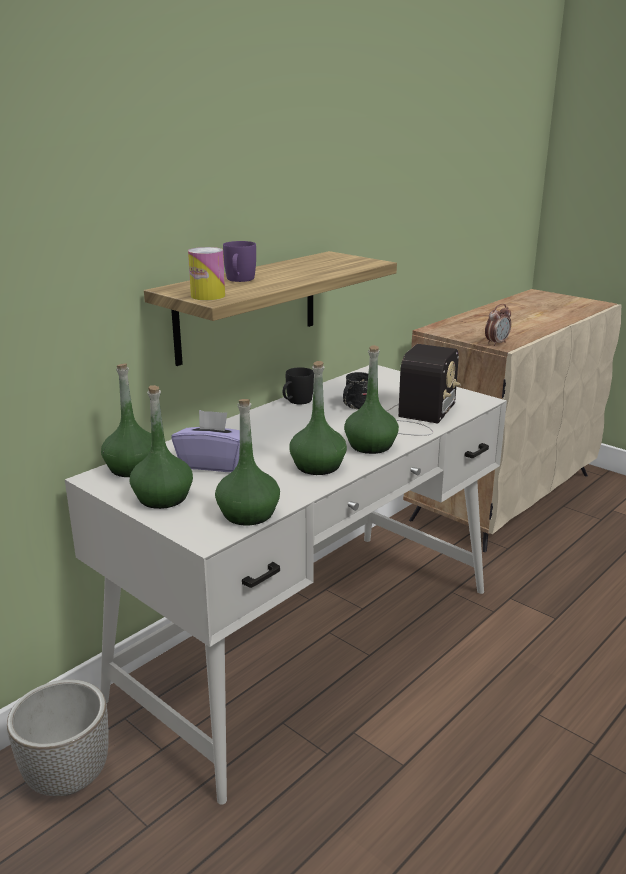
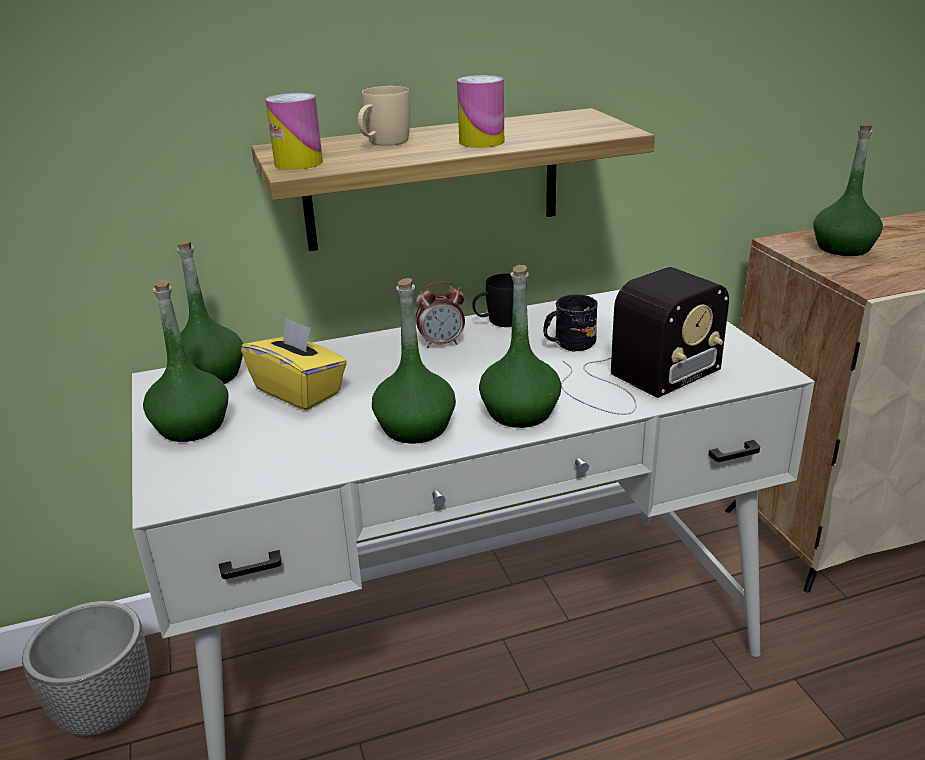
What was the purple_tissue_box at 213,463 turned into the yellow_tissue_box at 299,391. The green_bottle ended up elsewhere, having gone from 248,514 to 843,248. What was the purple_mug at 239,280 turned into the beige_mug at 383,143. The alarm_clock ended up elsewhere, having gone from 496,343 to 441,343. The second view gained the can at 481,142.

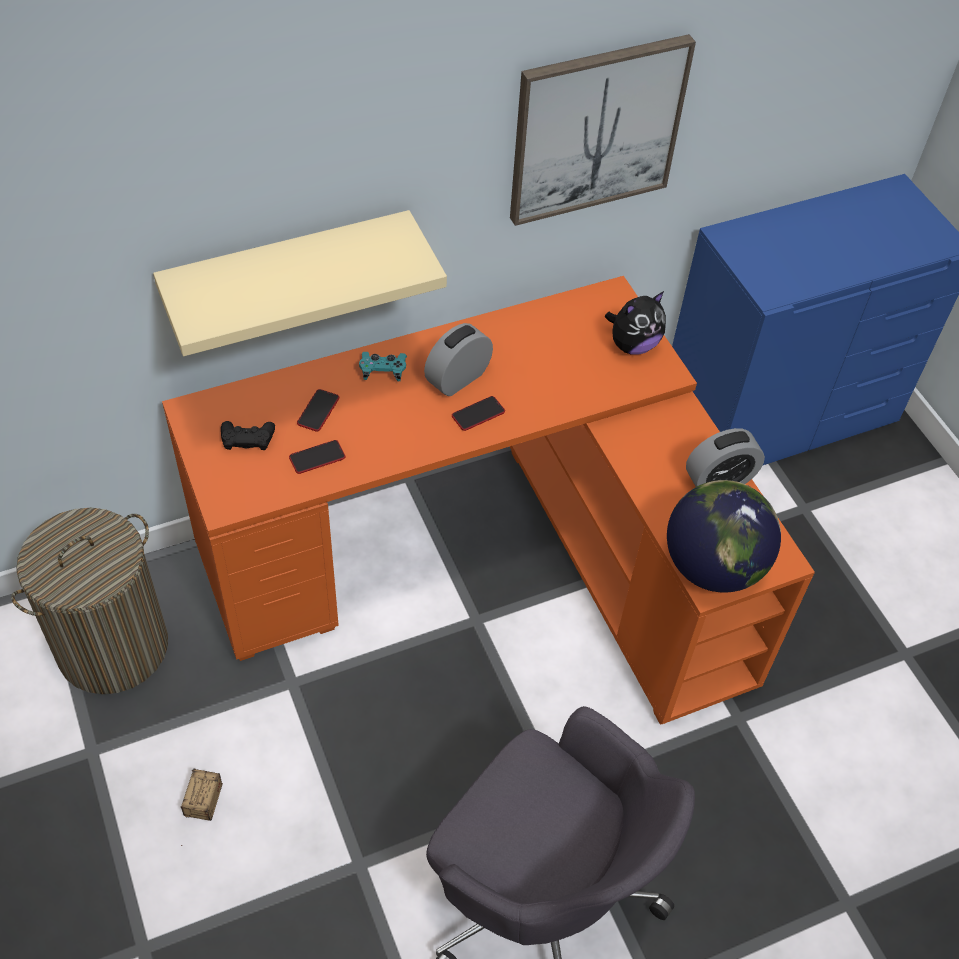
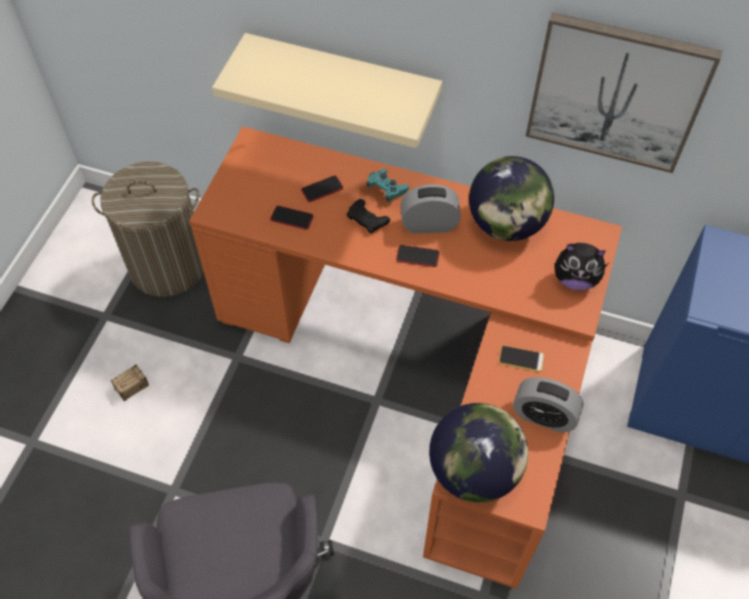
The black_game_controller ended up elsewhere, having gone from 247,438 to 367,219. The second view gained the globe at 506,224. The second view gained the phone at 521,359.

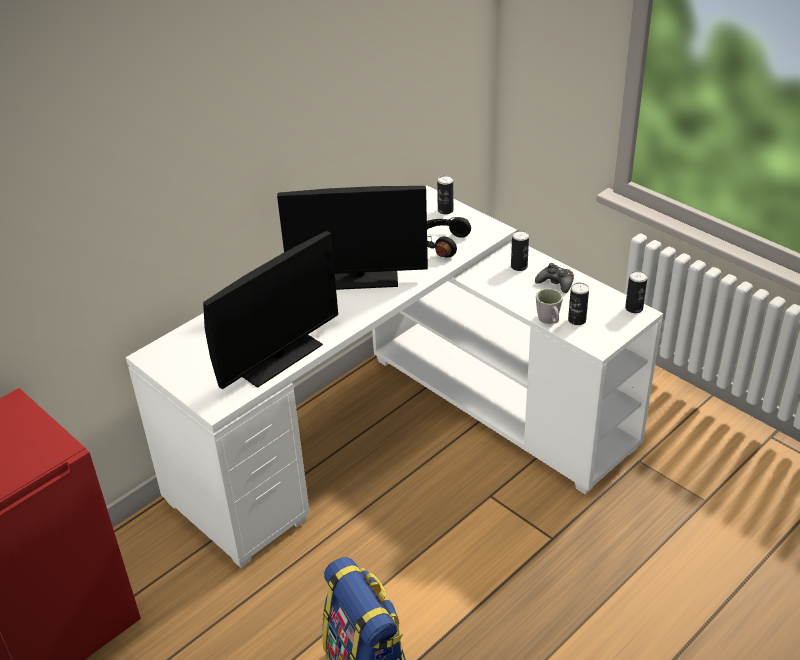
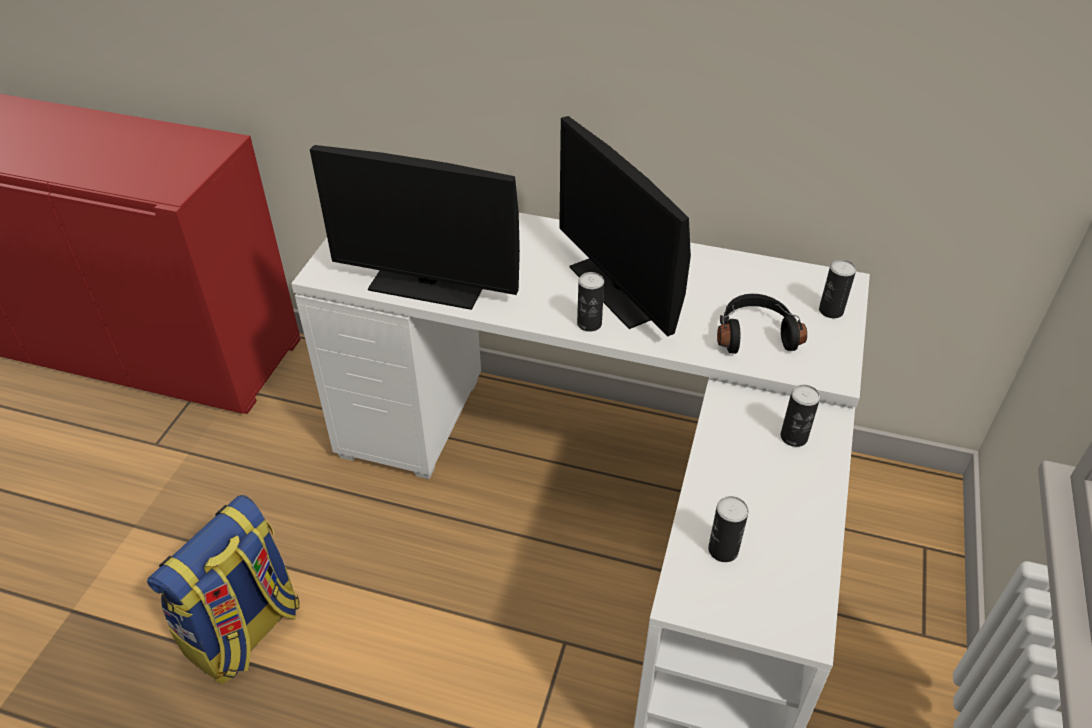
The second view lost the black_game_controller at 556,283. The second view lost the grey_mug at 549,320. The can ended up elsewhere, having gone from 634,308 to 589,323.

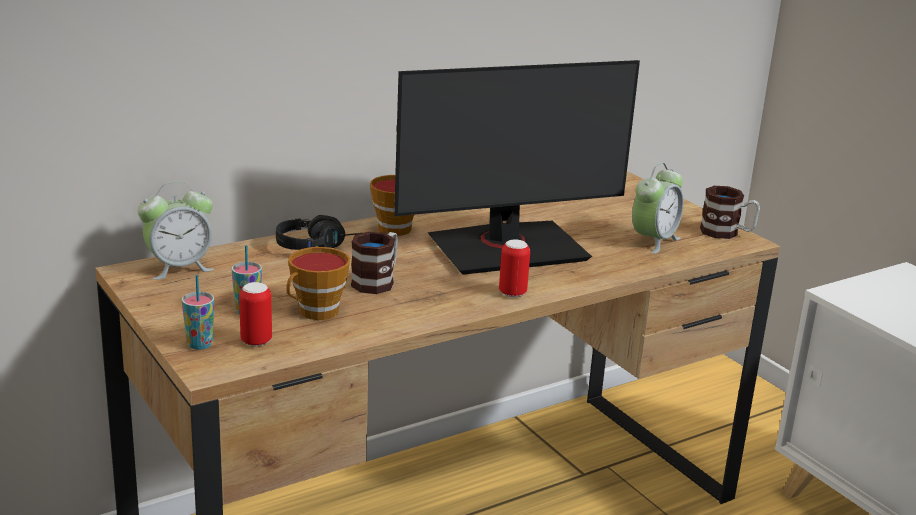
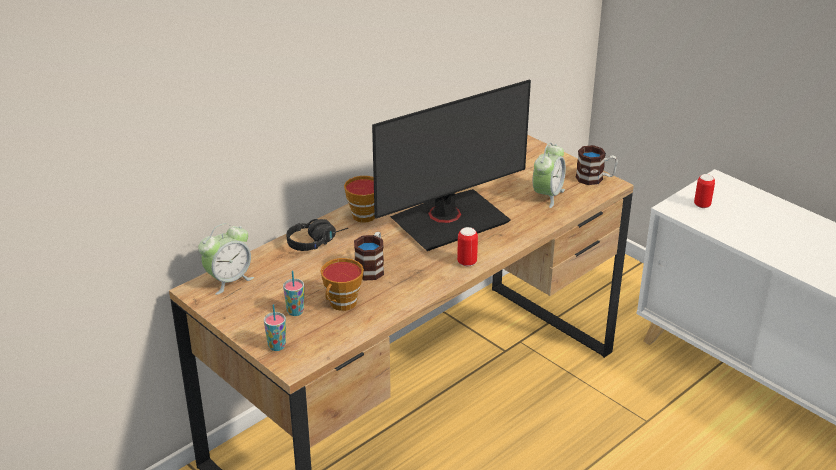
The can ended up elsewhere, having gone from 256,341 to 702,205.

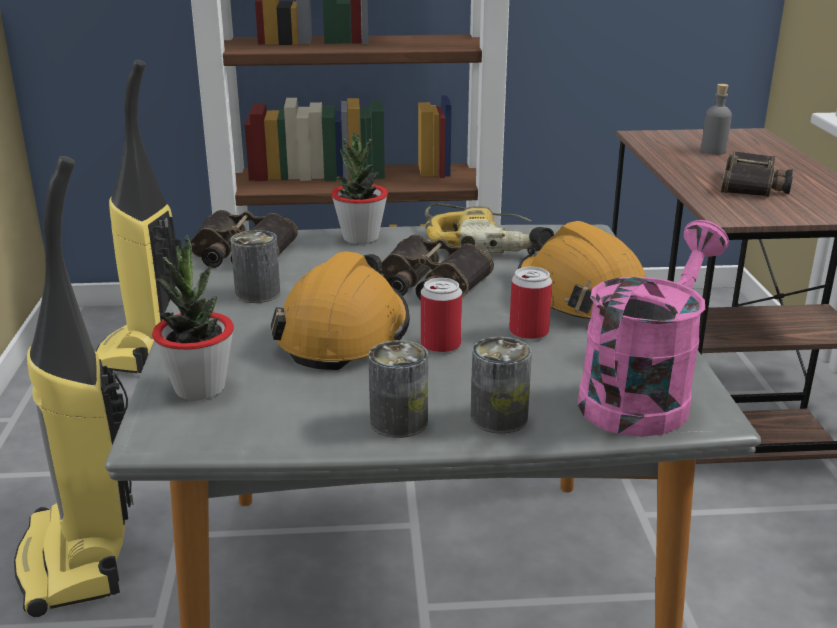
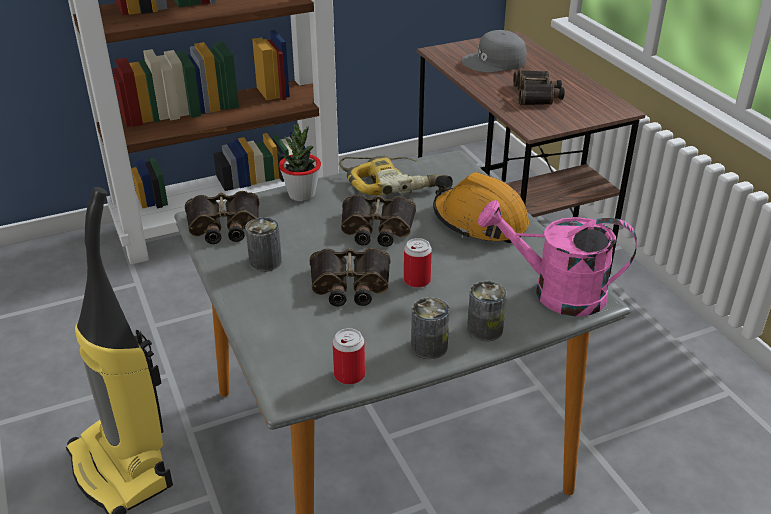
The second view lost the vacuum_cleaner at 143,350. The second view lost the potted_plant at 199,388. Where the orange_hard_hat stood at 344,334, the binoculars came to stand at 349,285. The can ended up elsewhere, having gone from 528,332 to 349,375. The pink_watering_can at 642,395 ended up facing another way, 90 degrees counterclockwise from before. Where the grey_bottle stood at 713,151, the grey_cap came to stand at 494,62.

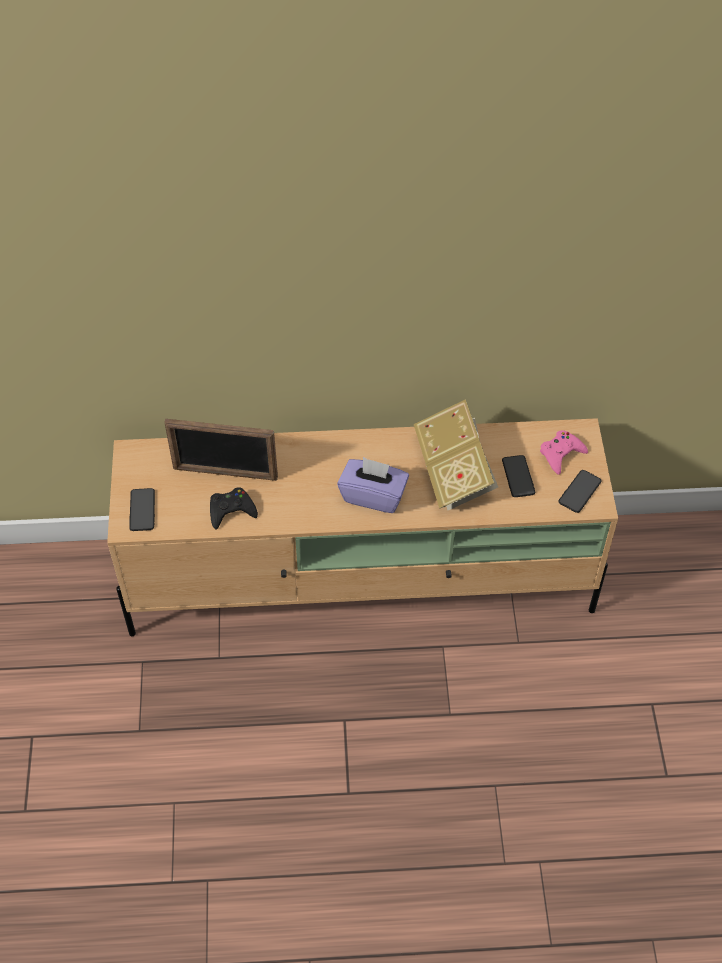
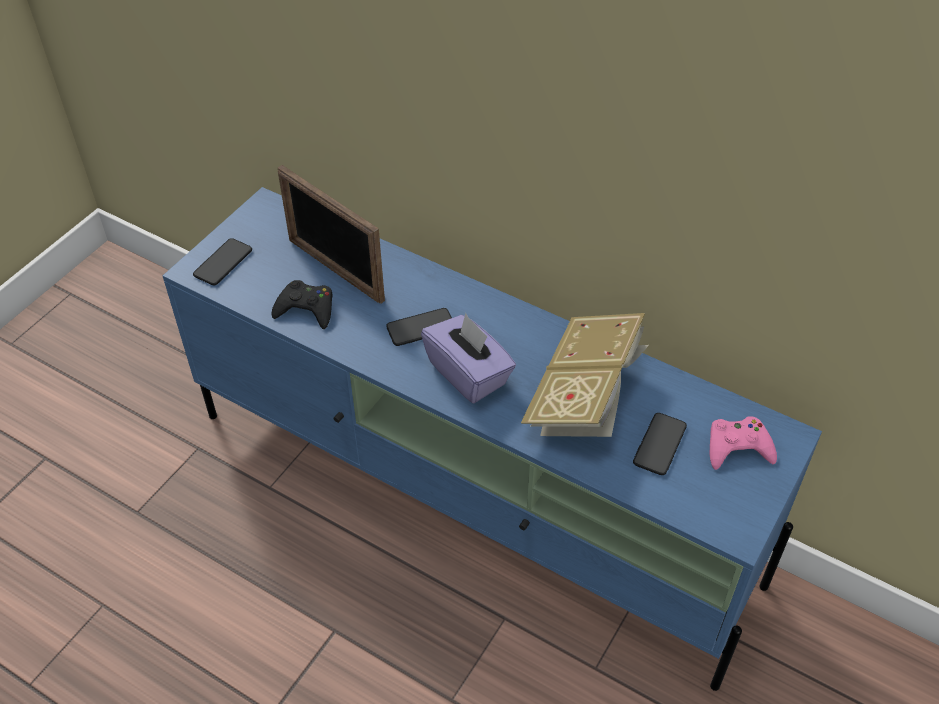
What was the beige_tv_stand at 363,583 turned into the blue_tv_stand at 474,499. The phone ended up elsewhere, having gone from 579,492 to 421,328.

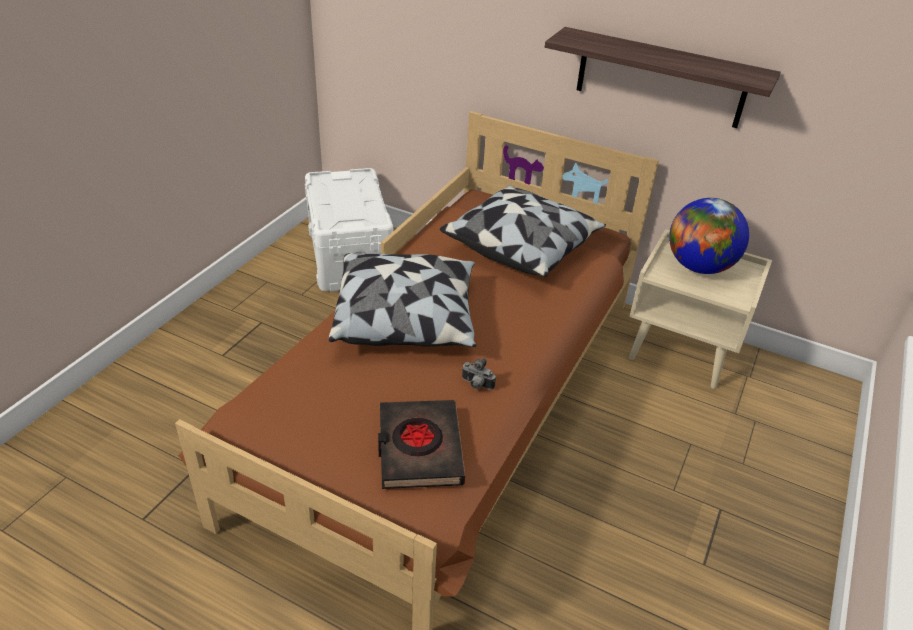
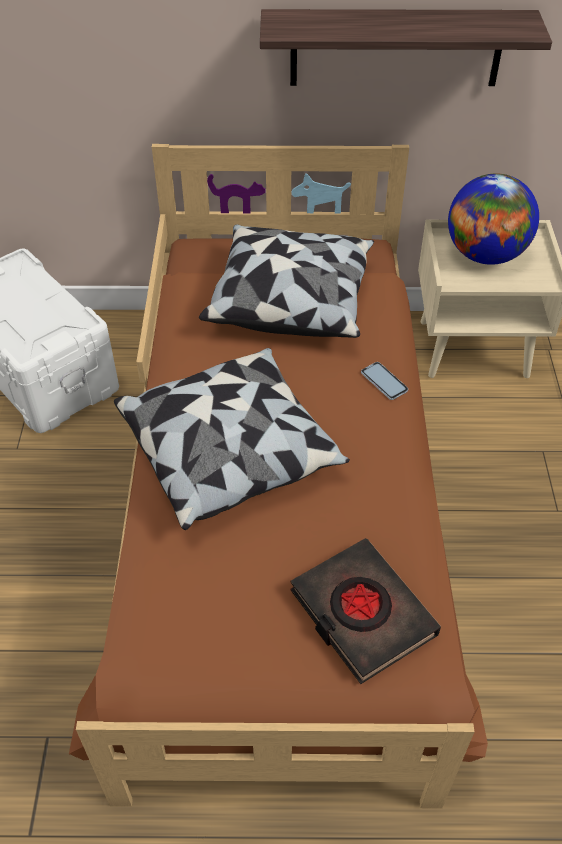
The second view lost the photo_camera at 476,385. The second view gained the phone at 384,381.

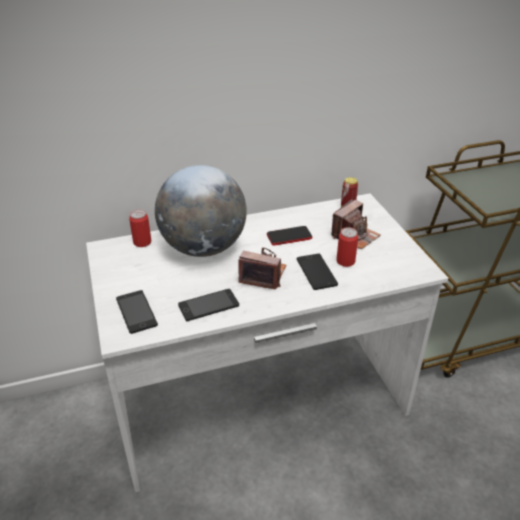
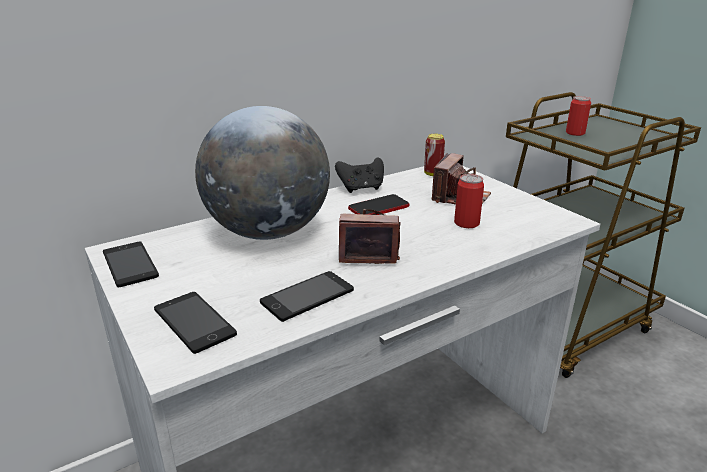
The can ended up elsewhere, having gone from 142,242 to 575,133. The phone ended up elsewhere, having gone from 316,272 to 130,264. The second view gained the black_game_controller at 361,188.

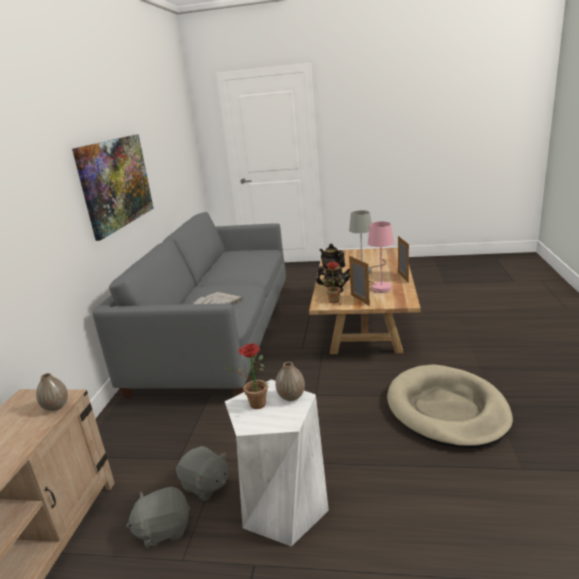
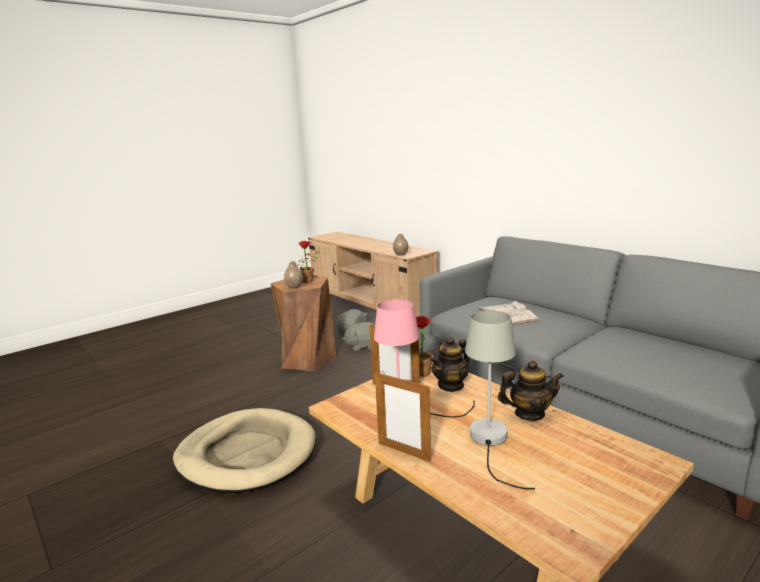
The second view lost the picture at 116,183. What was the white_stool at 283,508 turned into the brown_stool at 307,359.

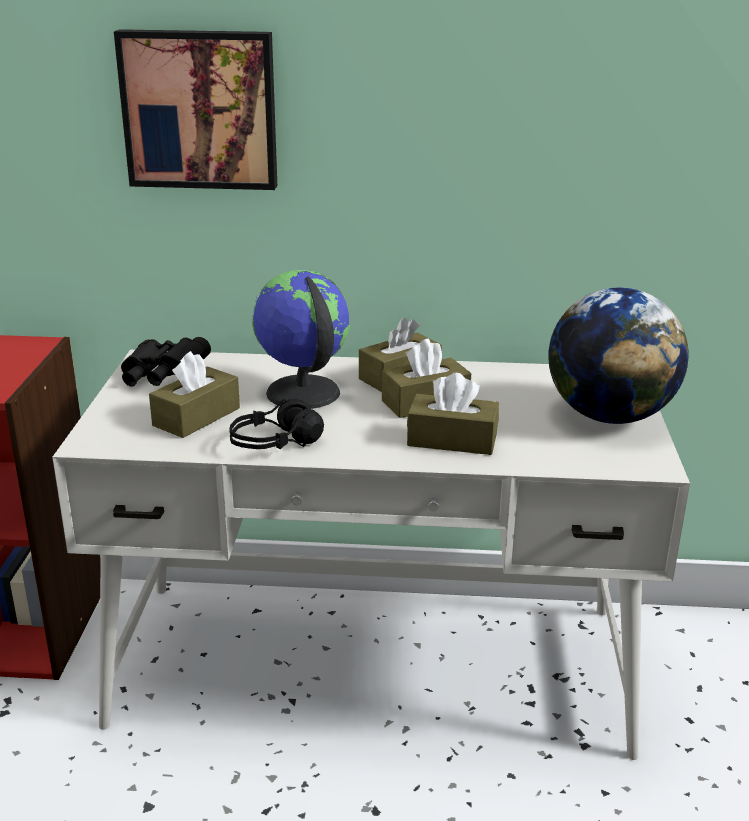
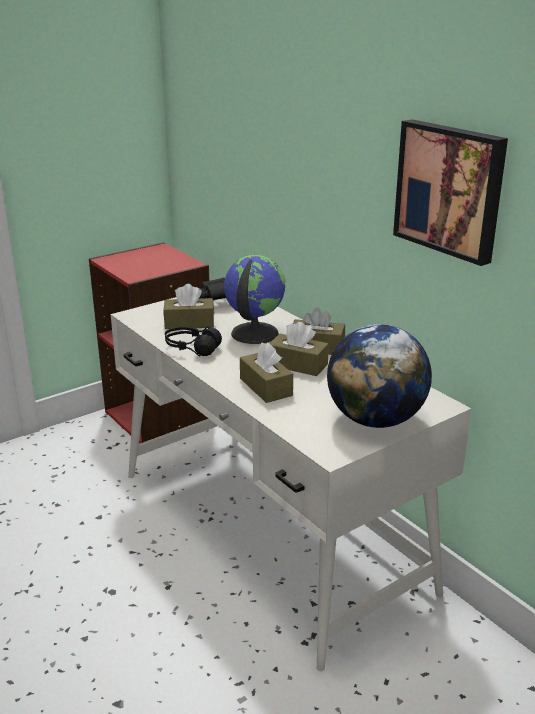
The picture ended up elsewhere, having gone from 200,109 to 450,189.

